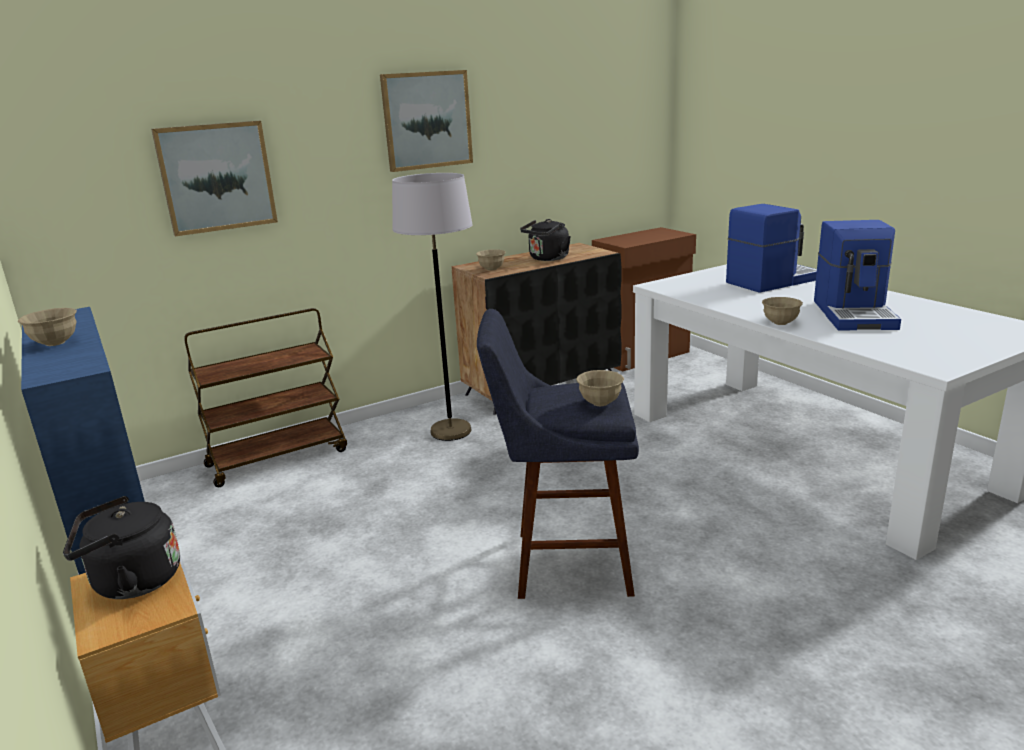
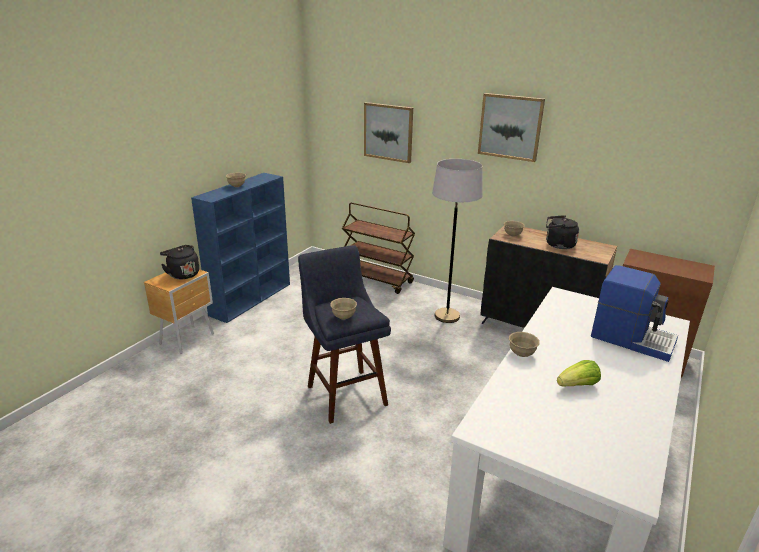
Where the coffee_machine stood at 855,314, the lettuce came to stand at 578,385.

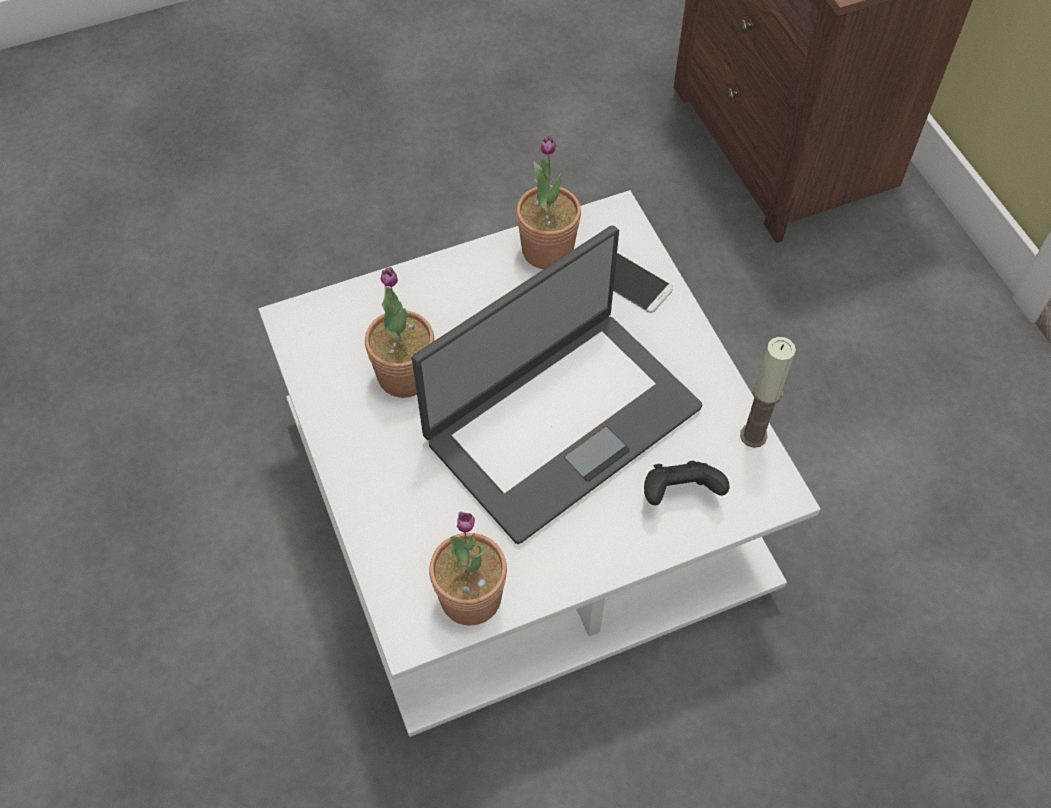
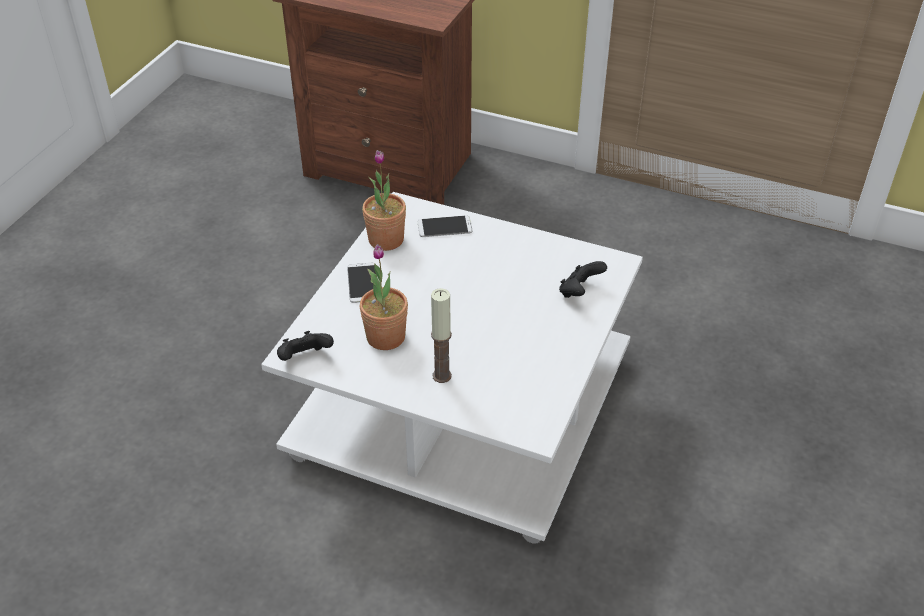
The second view lost the laptop at 560,421. The second view lost the potted_plant at 470,597. The candle ended up elsewhere, having gone from 753,435 to 441,375. The second view gained the black_game_controller at 305,358. The second view gained the phone at 363,283.

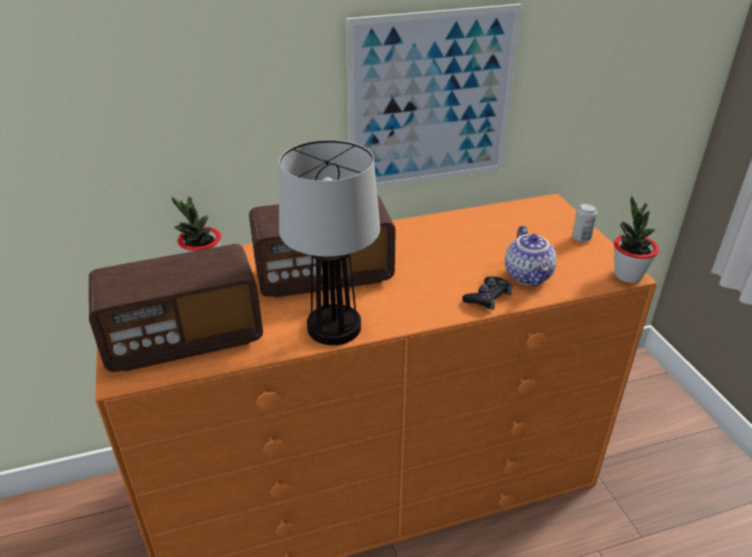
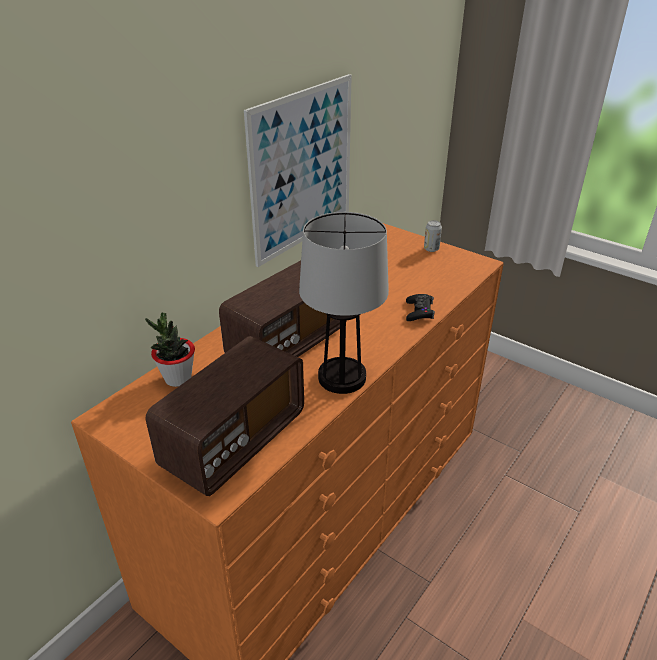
The second view lost the teapot at 529,276. The second view lost the potted_plant at 627,275.

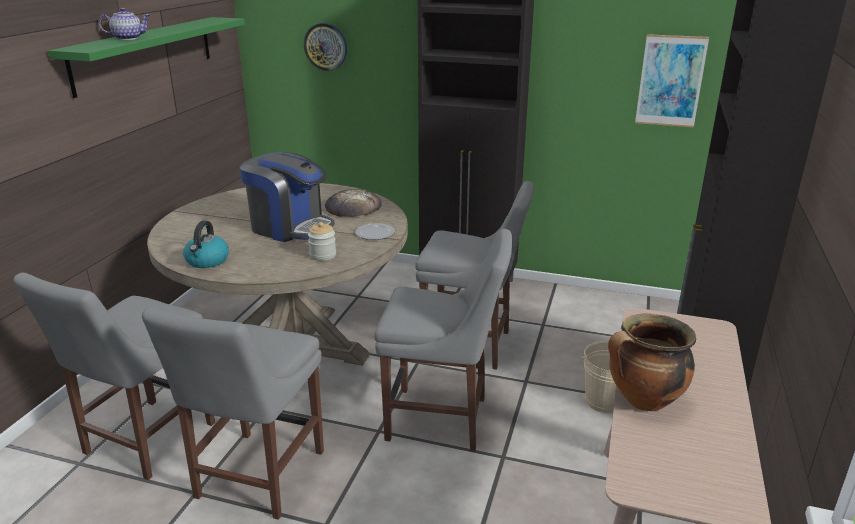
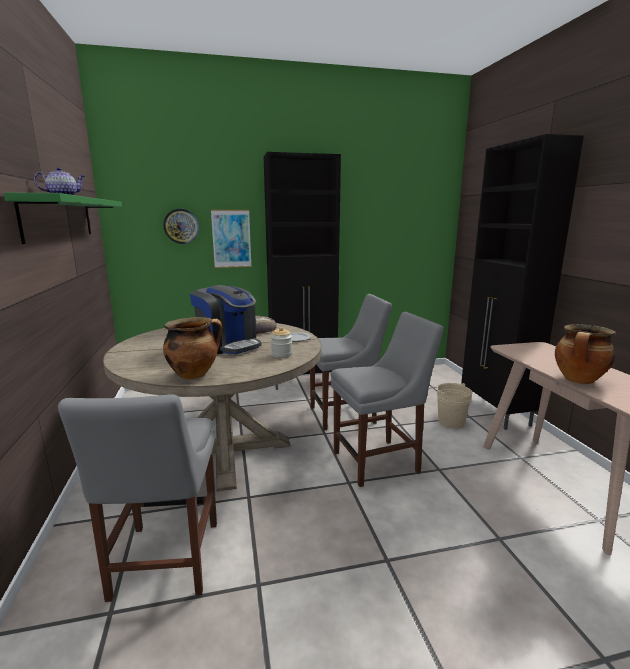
The second view lost the grey_chair at 256,478. Where the kettle stood at 207,261, the cooking_pot came to stand at 194,374. The coffee_machine at 290,227 ended up facing another way, 45 degrees clockwise from before. The picture ended up elsewhere, having gone from 670,81 to 231,239.

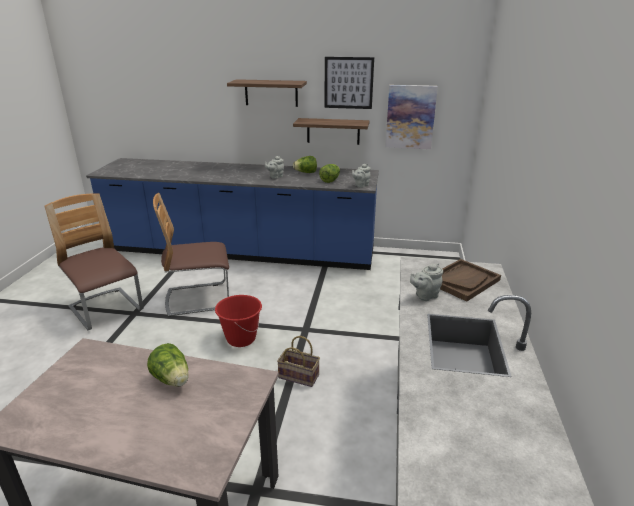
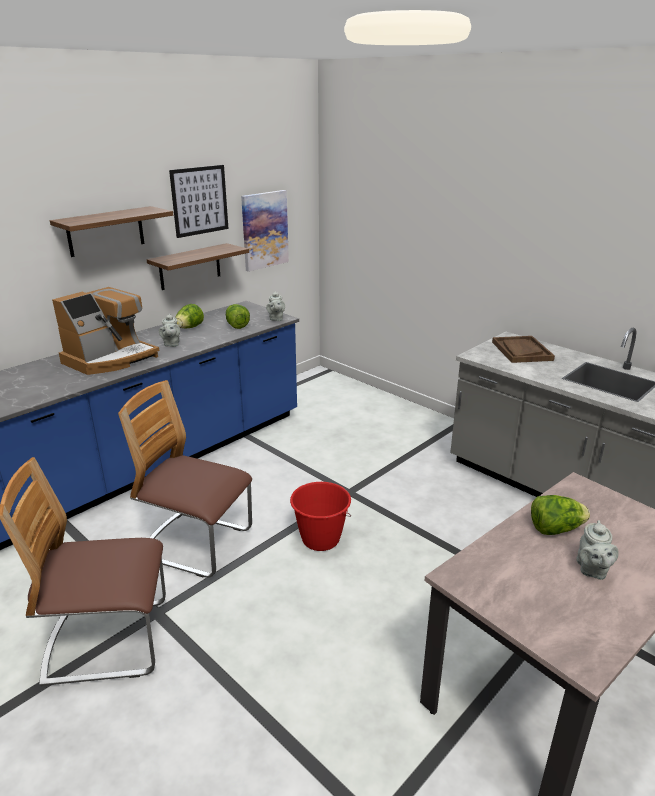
The chair at 198,299 ended up facing another way, 90 degrees clockwise from before. The second view lost the basket at 300,376. The grey_teapot ended up elsewhere, having gone from 425,296 to 592,570. The second view gained the coffee_machine at 110,359.

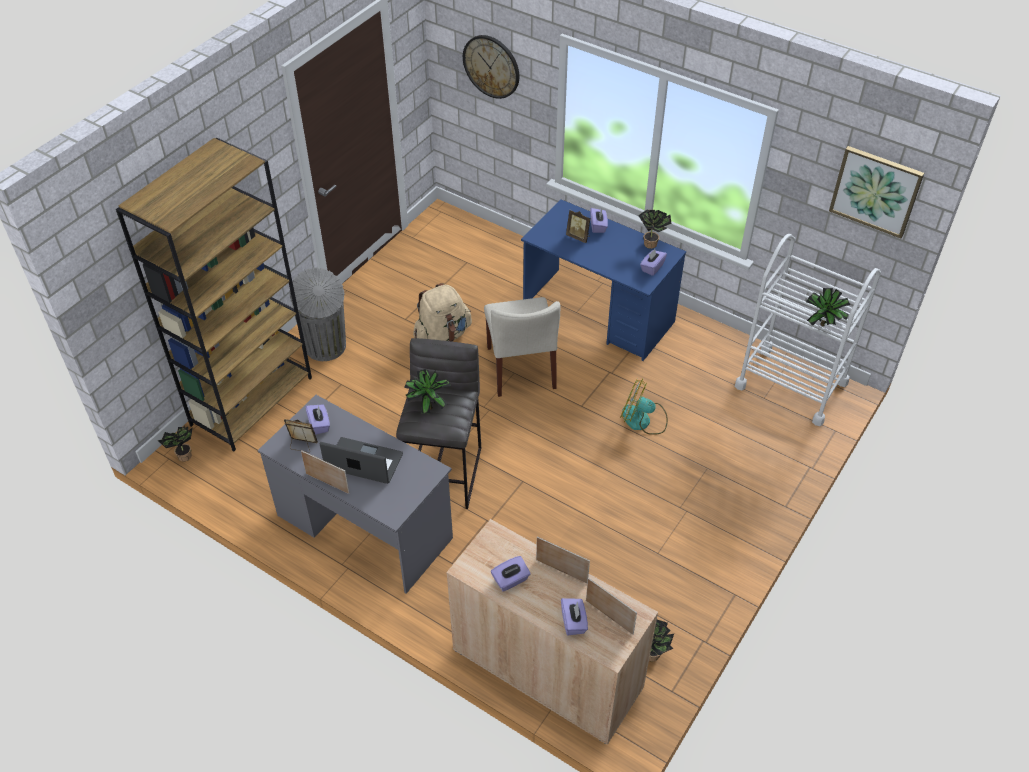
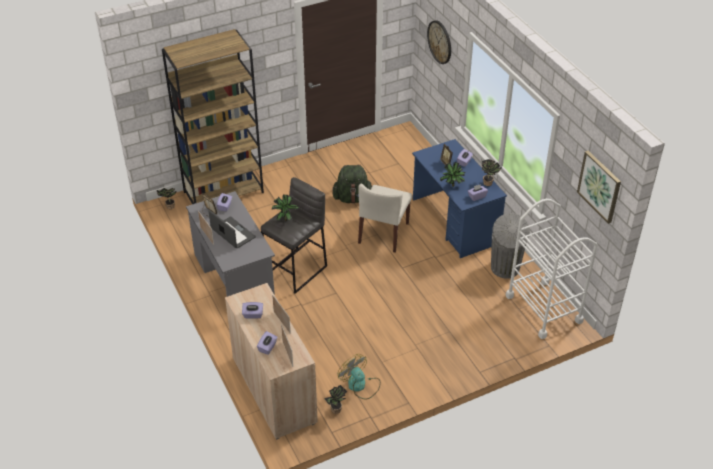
The grey_trash_can ended up elsewhere, having gone from 326,347 to 505,269. What was the beige_backpack at 442,335 turned into the green_backpack at 352,198. The fan ended up elsewhere, having gone from 643,420 to 360,385. The potted_plant ended up elsewhere, having gone from 823,327 to 452,187.

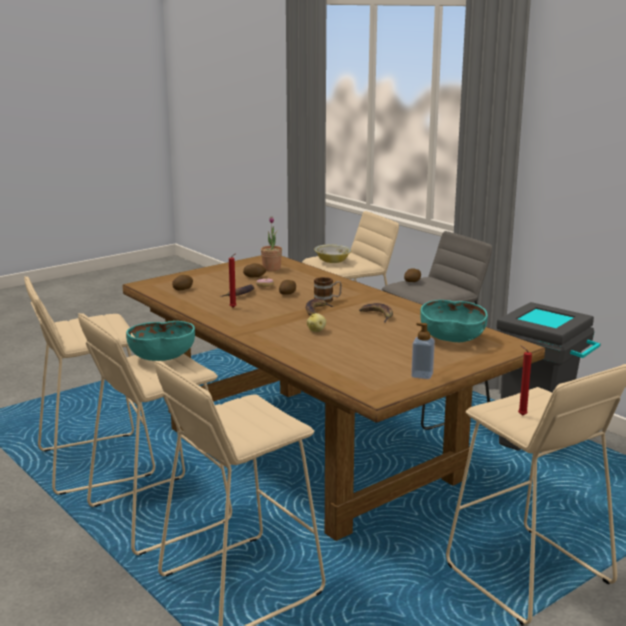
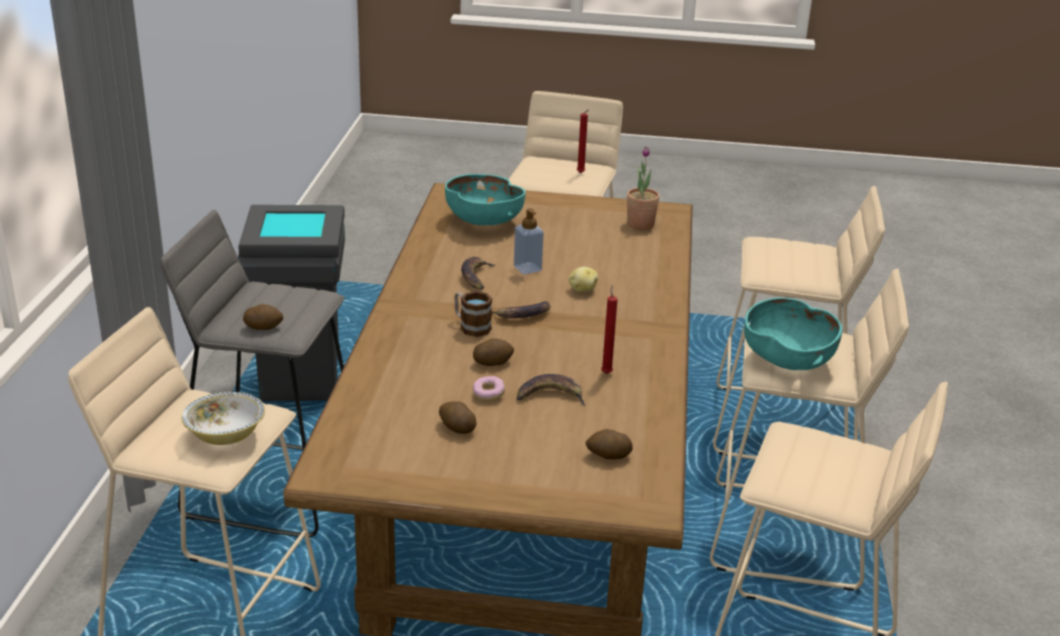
The potted_plant ended up elsewhere, having gone from 271,269 to 640,224. The soap_dispenser ended up elsewhere, having gone from 422,375 to 527,269.

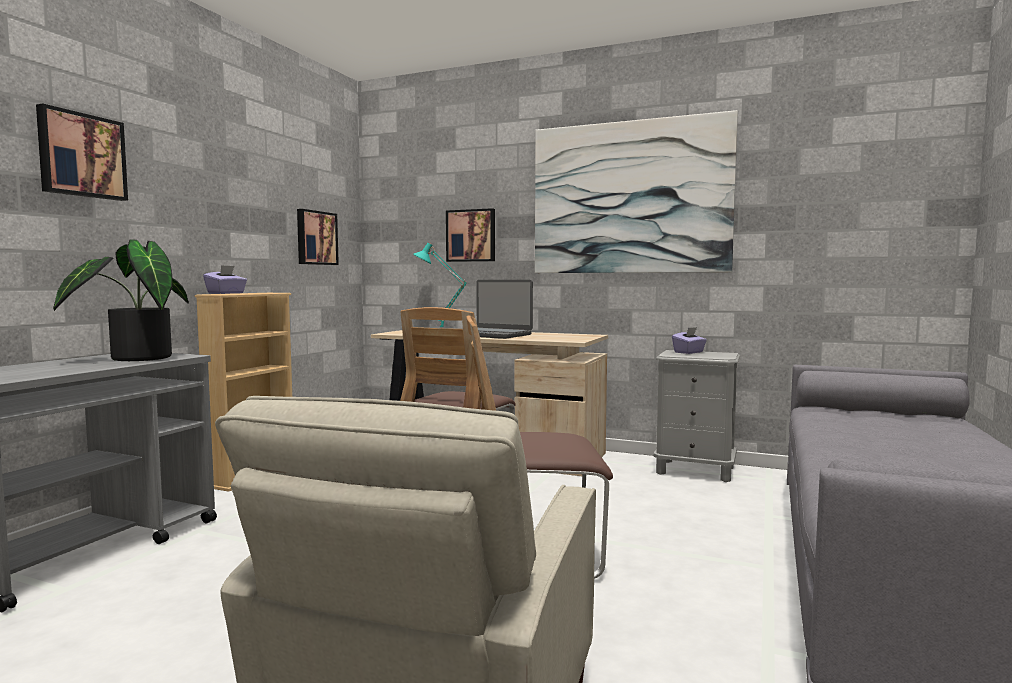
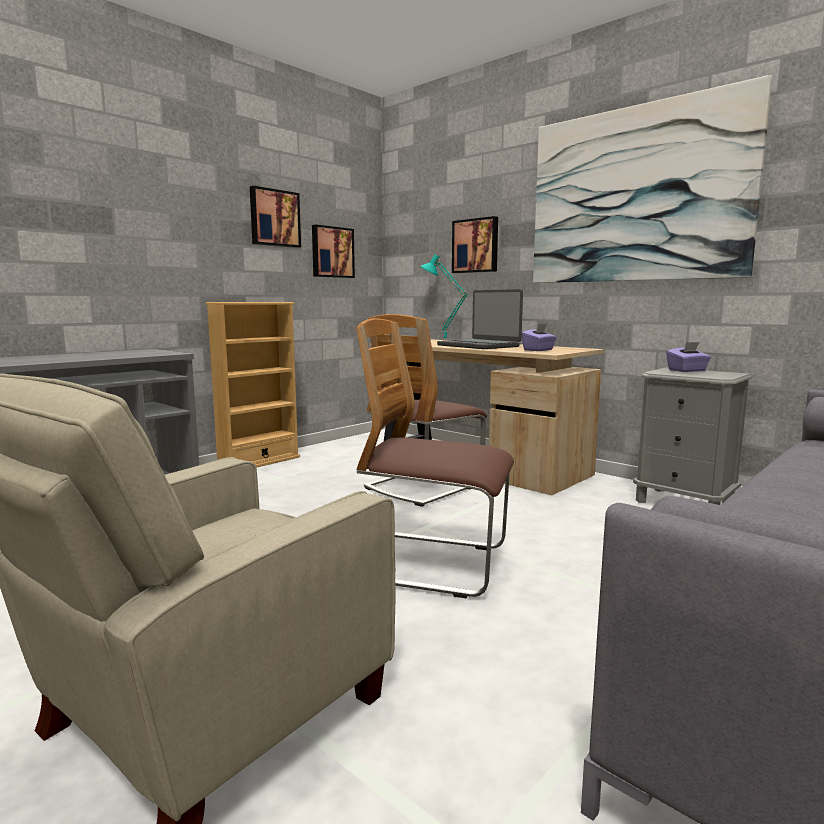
The picture ended up elsewhere, having gone from 81,155 to 274,218. The second view lost the potted_plant at 134,358. The purple_tissue_box ended up elsewhere, having gone from 226,293 to 538,350.

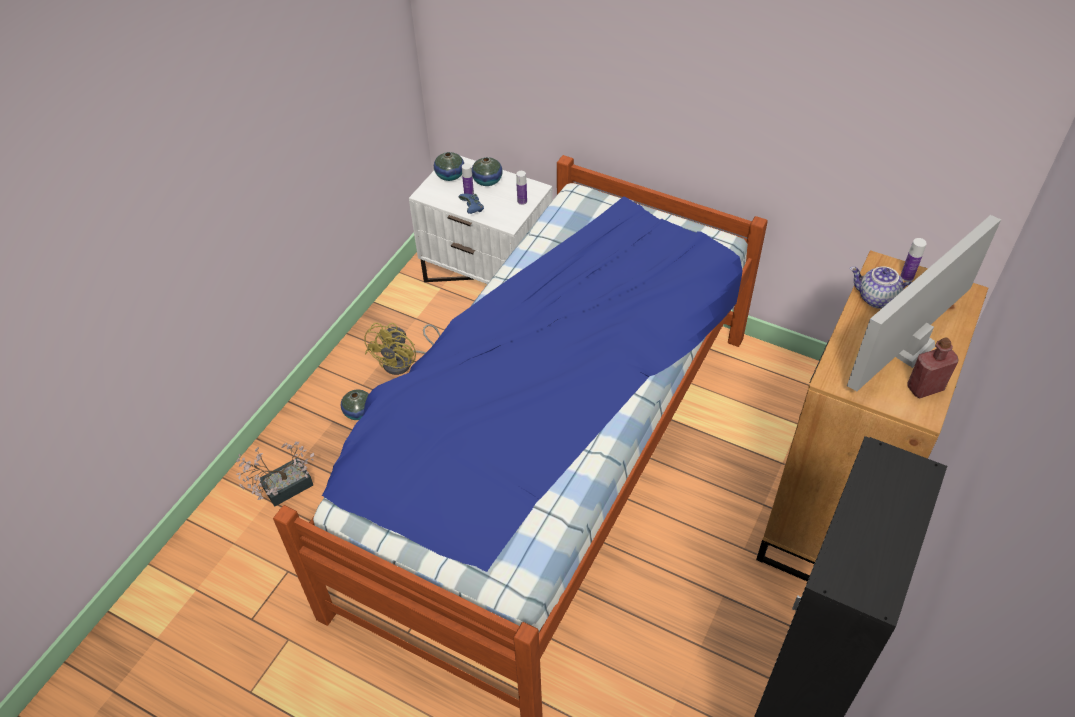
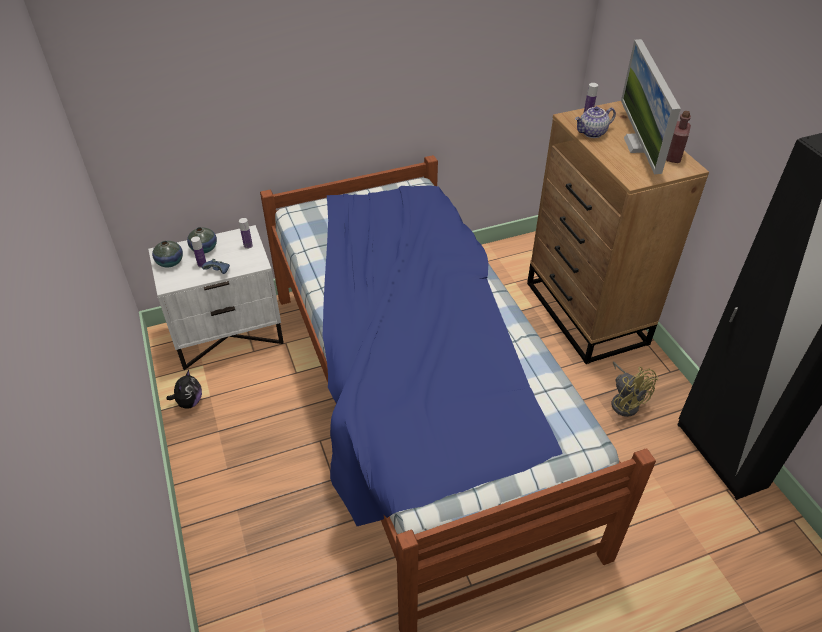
The second view lost the potted_plant at 282,488. The second view lost the vase at 358,412. The yellow_fan ended up elsewhere, having gone from 404,362 to 625,401. The second view gained the plush_toy at 189,402.

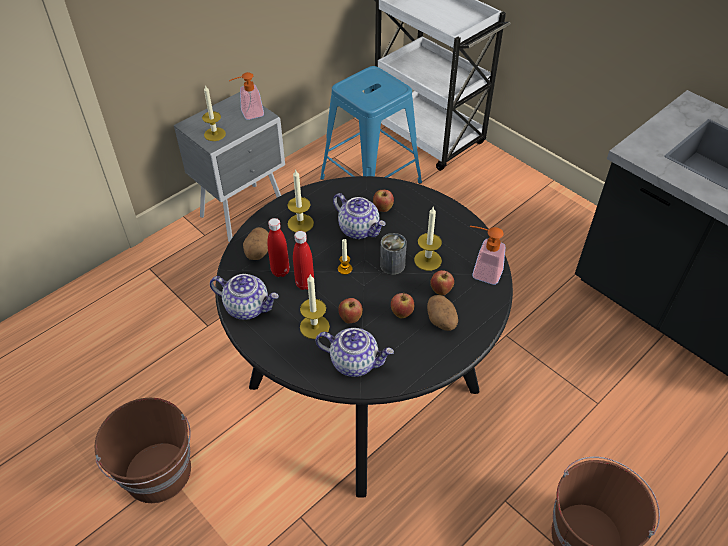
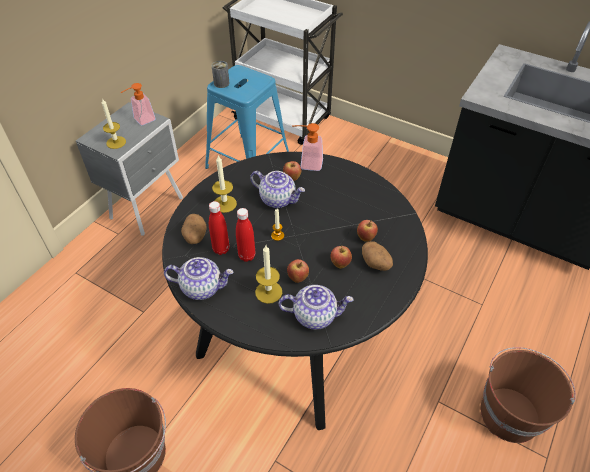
The can ended up elsewhere, having gone from 392,265 to 221,83. The second view lost the candle at 427,260. The soap_dispenser ended up elsewhere, having gone from 481,272 to 307,164.

